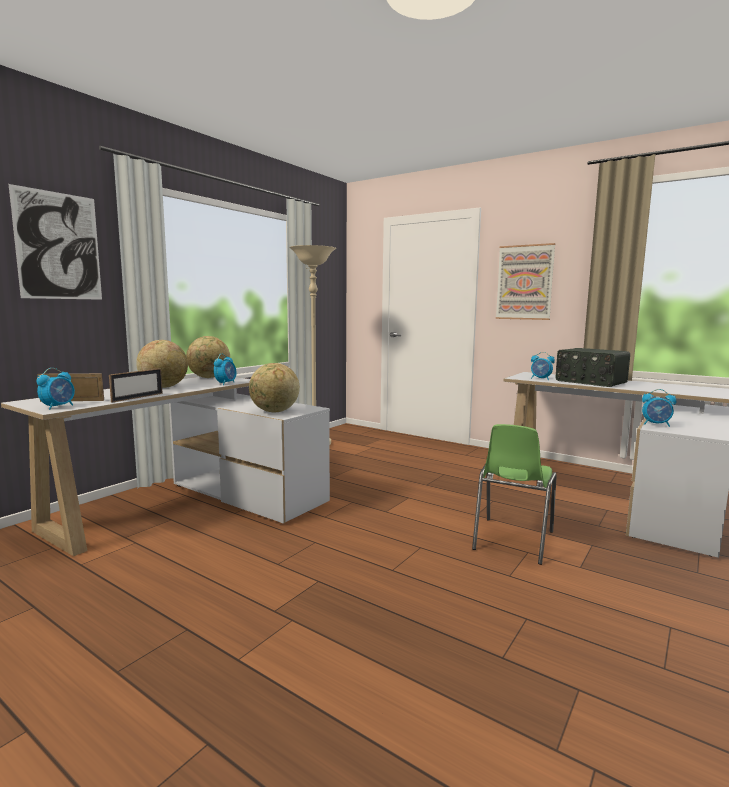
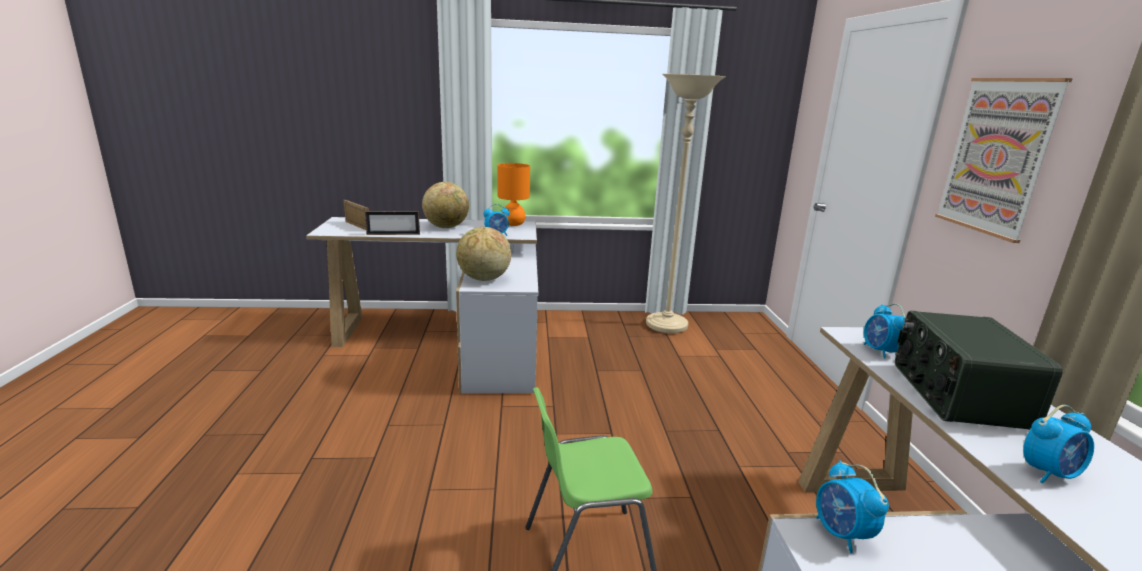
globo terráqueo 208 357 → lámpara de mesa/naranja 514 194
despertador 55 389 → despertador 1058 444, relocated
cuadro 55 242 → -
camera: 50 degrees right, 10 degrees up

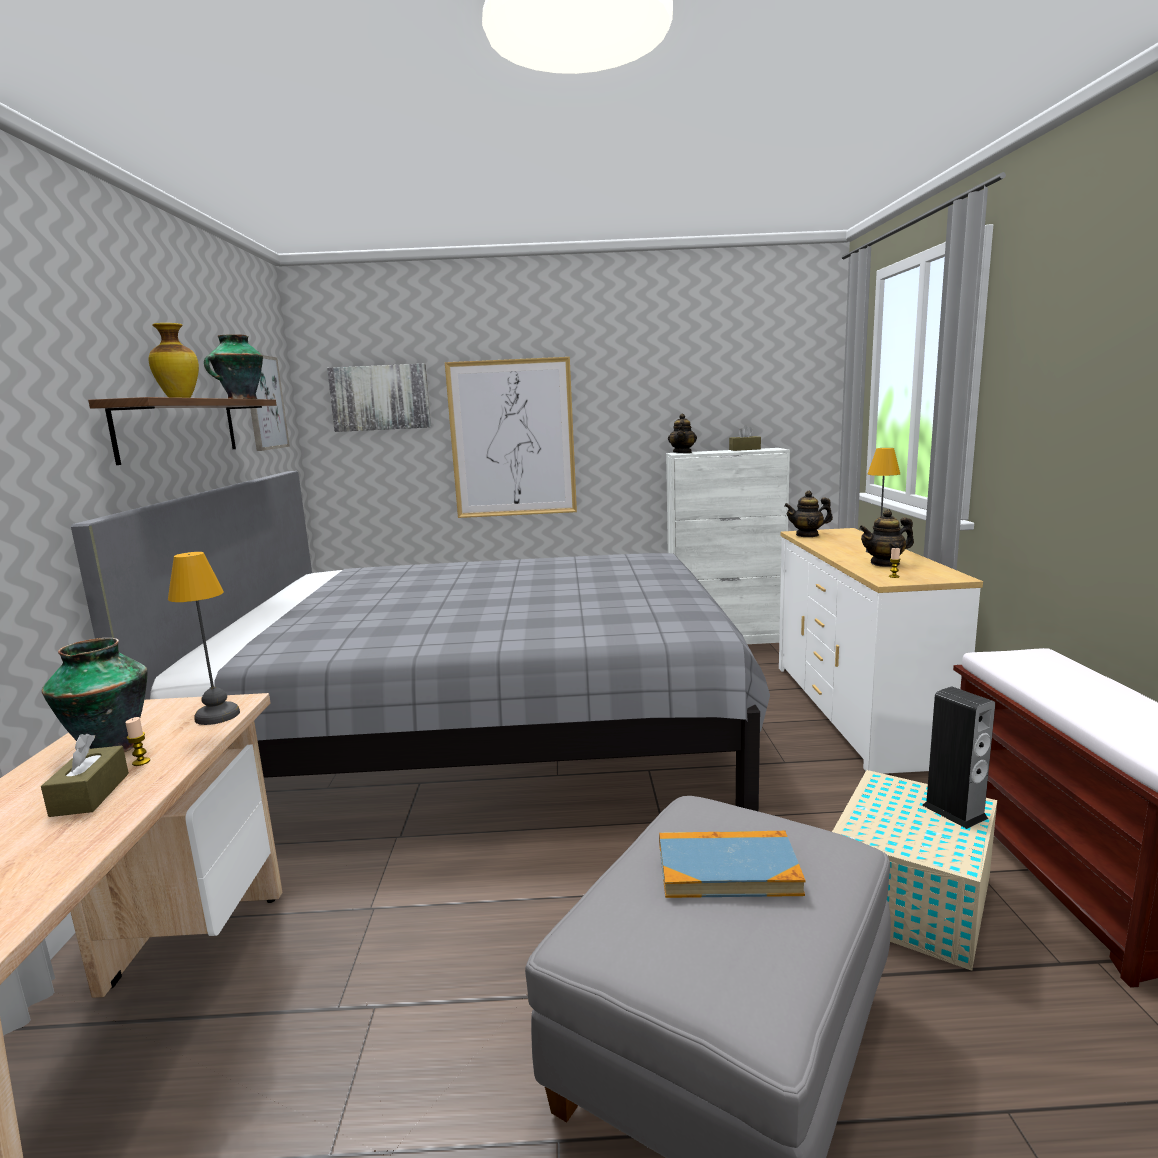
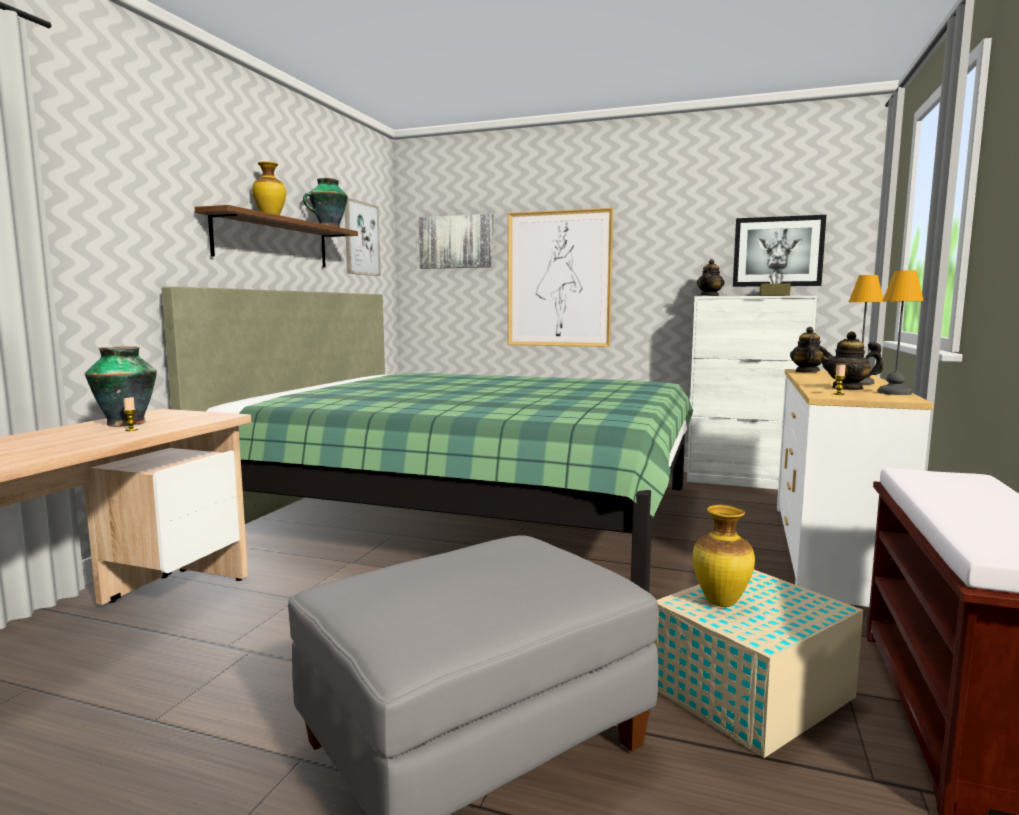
cama/gris 420 641 → cama/verde 427 439
- → florero 724 556
- → cuadro 779 251
tetera 808 514 → tetera 806 349, 90 degrees clockwise
lámpara de mesa 204 638 → lámpara de mesa 900 332, relocated
caja de pañuelos/marrón 85 775 → -
libro 732 864 → -
altavoz 958 758 → -
camera: 20 degrees right, 5 degrees down

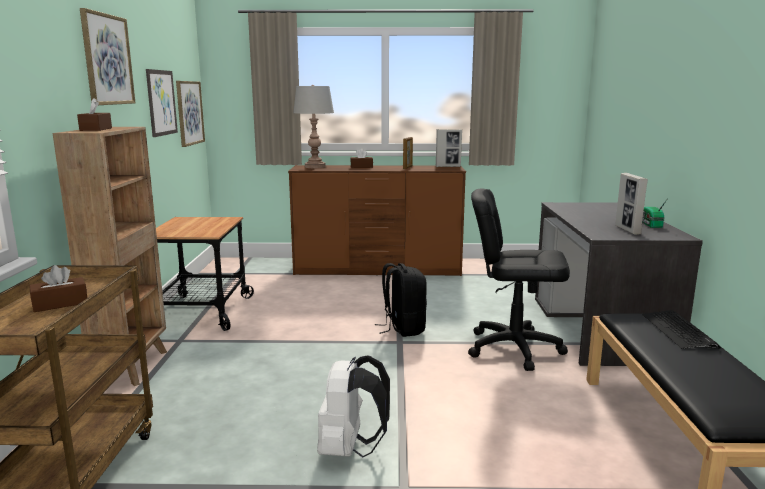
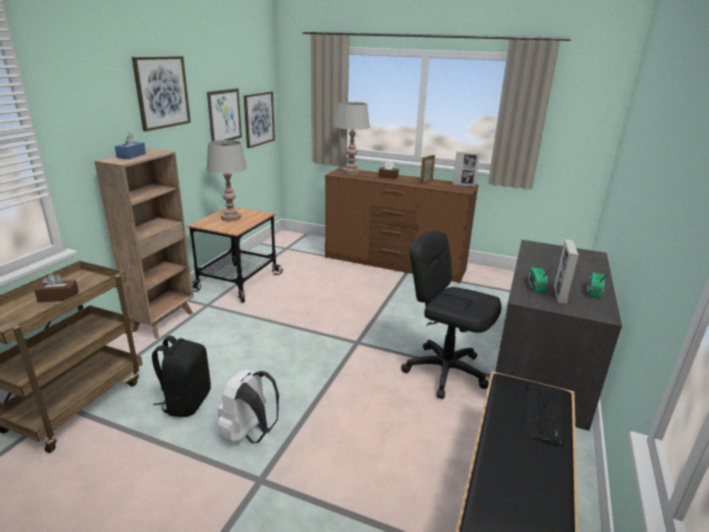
caja de pañuelos/marrón 94 114 → caja de pañuelos/azul 130 146
mochila/negro 401 300 → mochila/negro 181 376, relocated
- → lámpara de mesa/gris 226 180
- → radio 539 280
camera: 20 degrees right, 10 degrees up

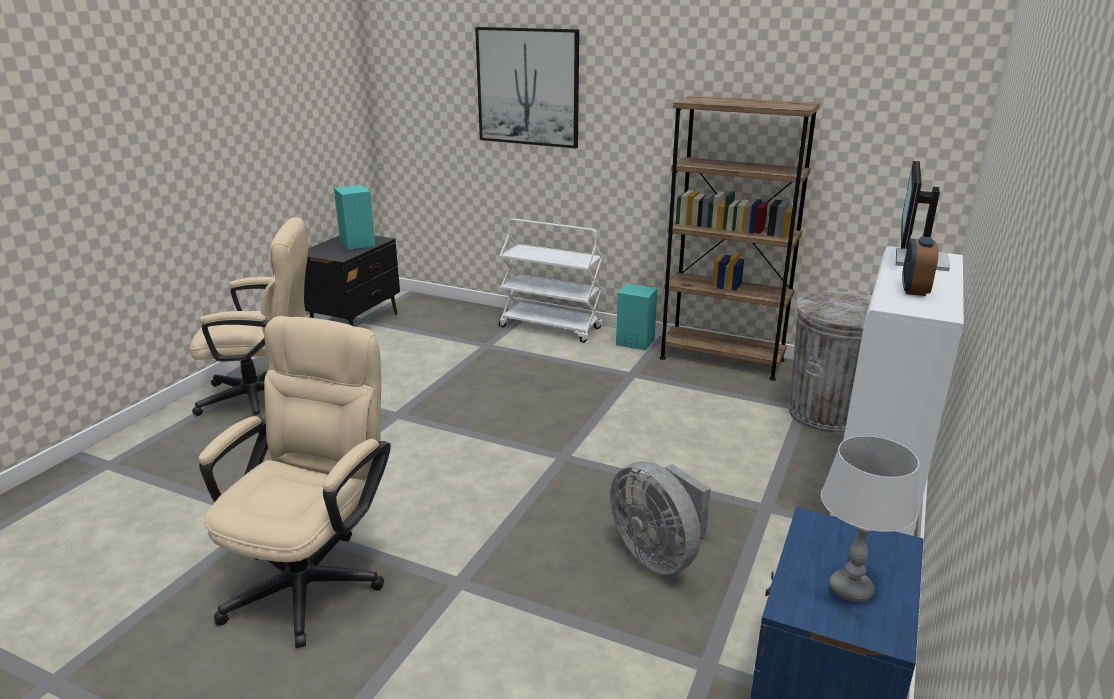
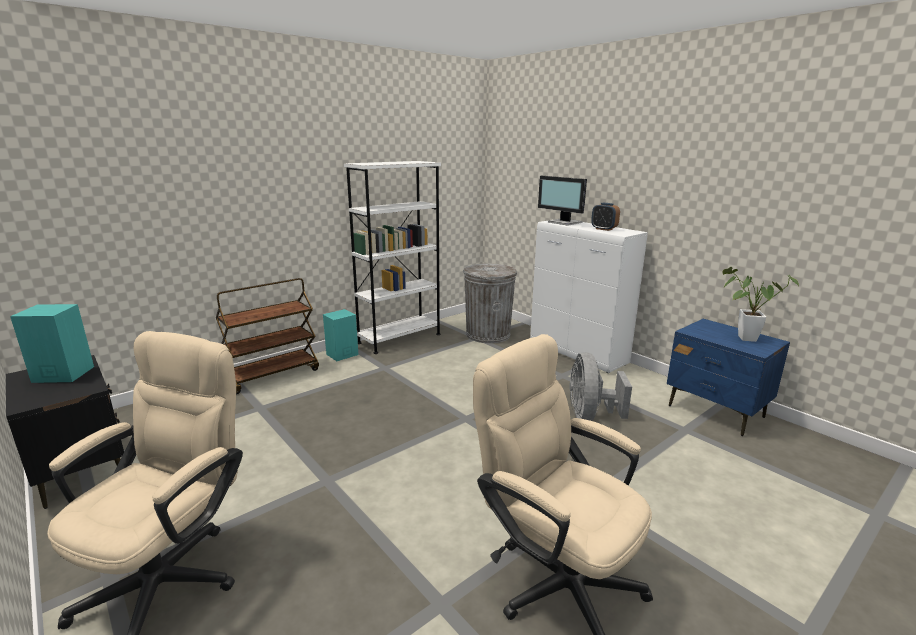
carrito/blanco 551 280 → carrito/marrón 267 336
estantería/marrón 739 238 → estantería/blanco 392 257
ventilador/gris 660 517 → ventilador/gris 600 386, 105 degrees clockwise
lámpara de mesa/gris 870 519 → planta en maceta 760 304
cuadro 527 87 → -
camera: 65 degrees left, 5 degrees down

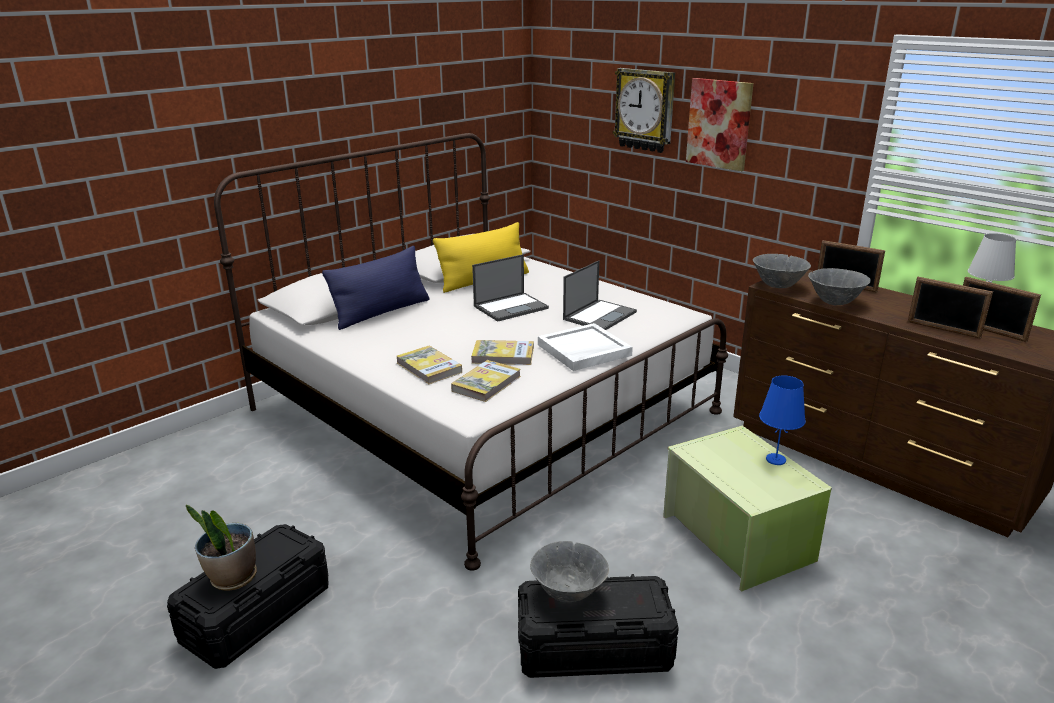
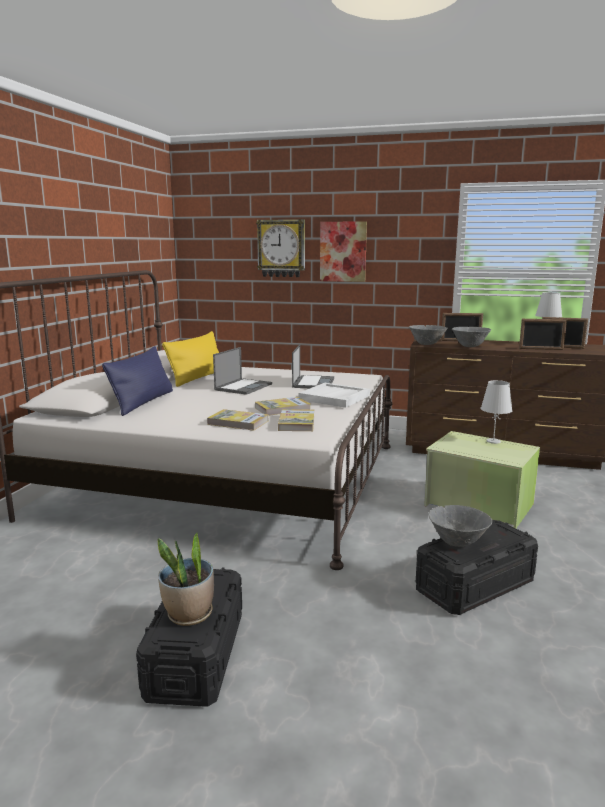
lámpara de mesa/azul 782 420 → lámpara de mesa/blanco 497 412
camera: 30 degrees left, 10 degrees down

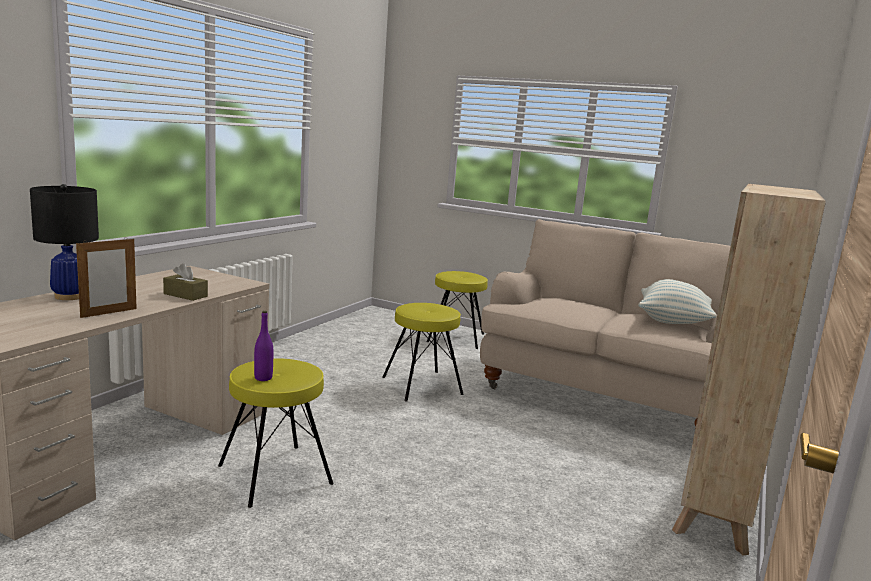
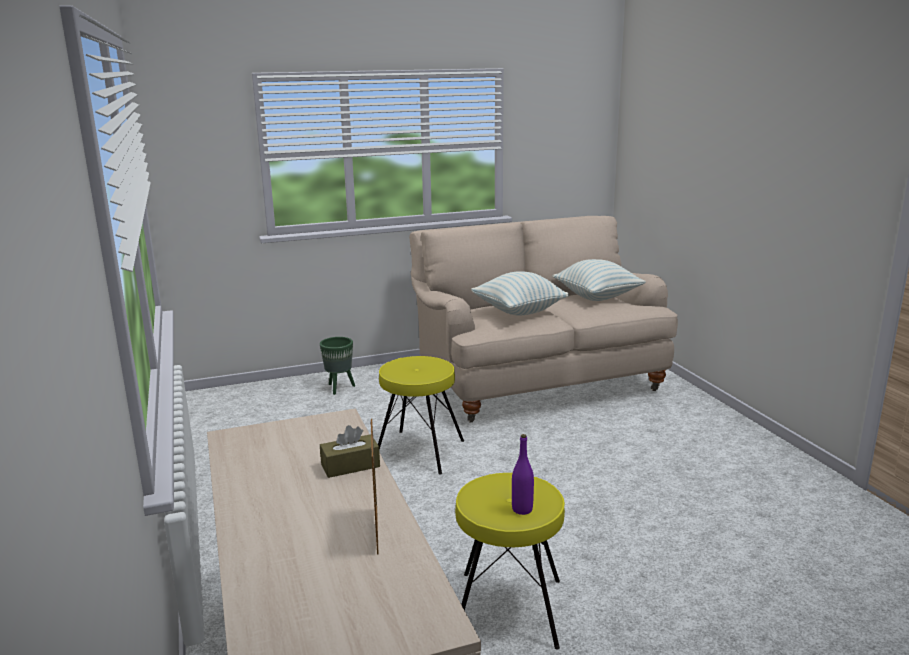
taburete/amarillo 457 310 → maceta/verde 337 366
- → cojín 520 293
lámpara de mesa/negro 64 242 → -
estantería/beis 749 370 → -
camera: 45 degrees left, 5 degrees up

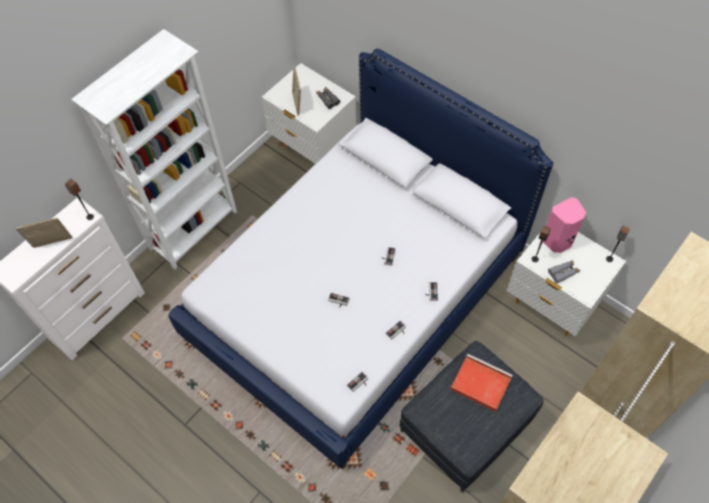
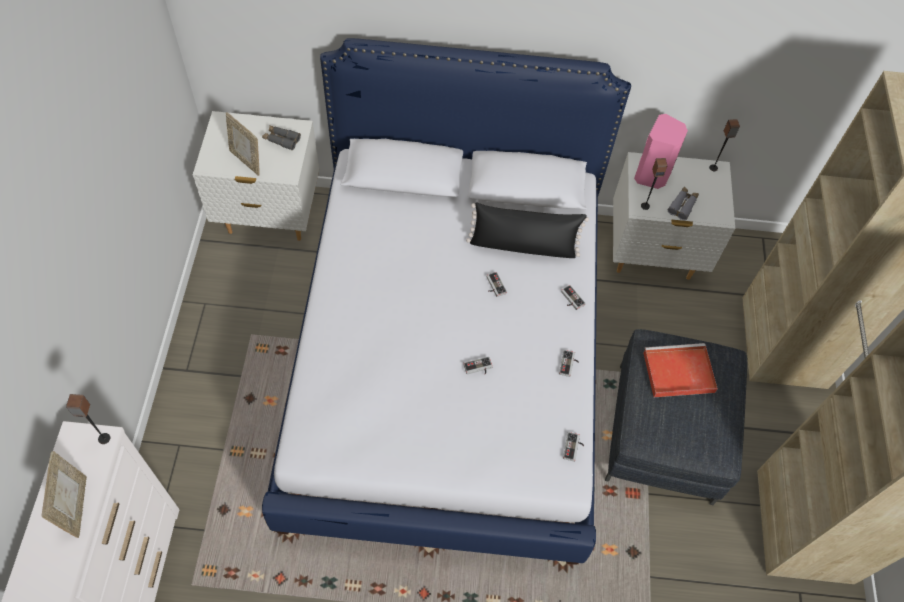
portarretratos 44 233 → portarretratos 64 494, 135 degrees clockwise
- → cojín/negro 527 230
estantería/blanco 154 149 → -
camera: 40 degrees left, 0 degrees up

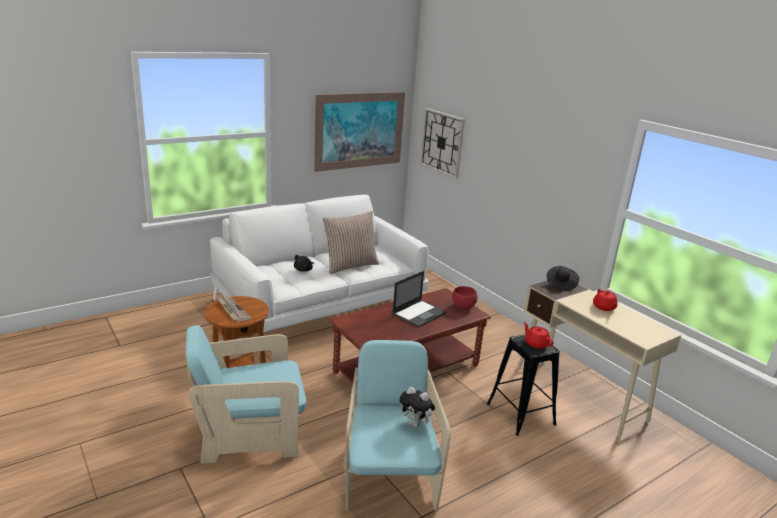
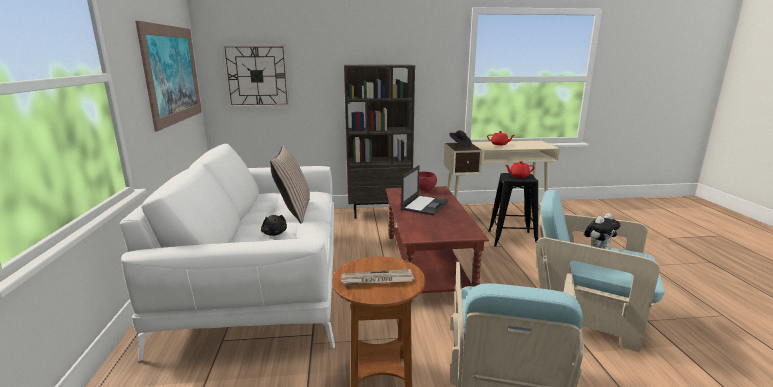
- → estantería/marrón 379 141
portátil 419 299 → portátil 424 190, 45 degrees clockwise
camera: 60 degrees left, 5 degrees down

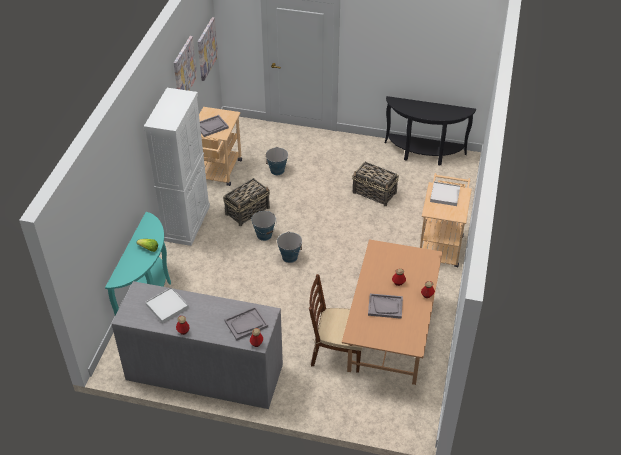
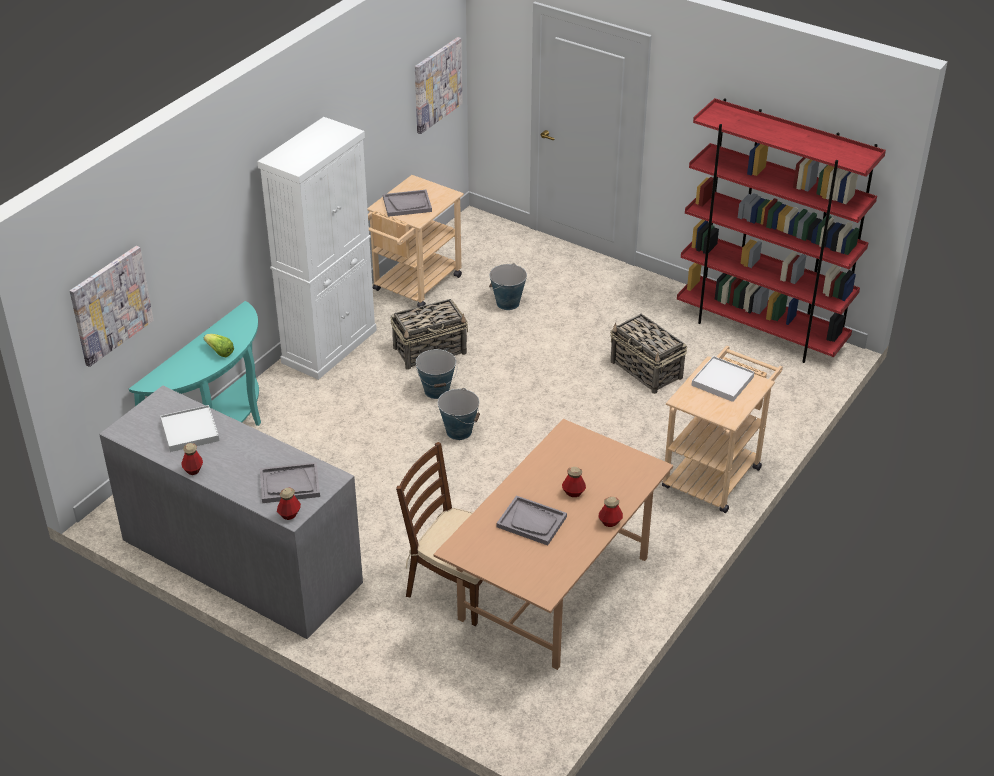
cuadro 185 63 → cuadro 112 306, relocated
mesa consola/negro 430 130 → estantería/rojo 781 230
camera: 20 degrees right, 5 degrees down

